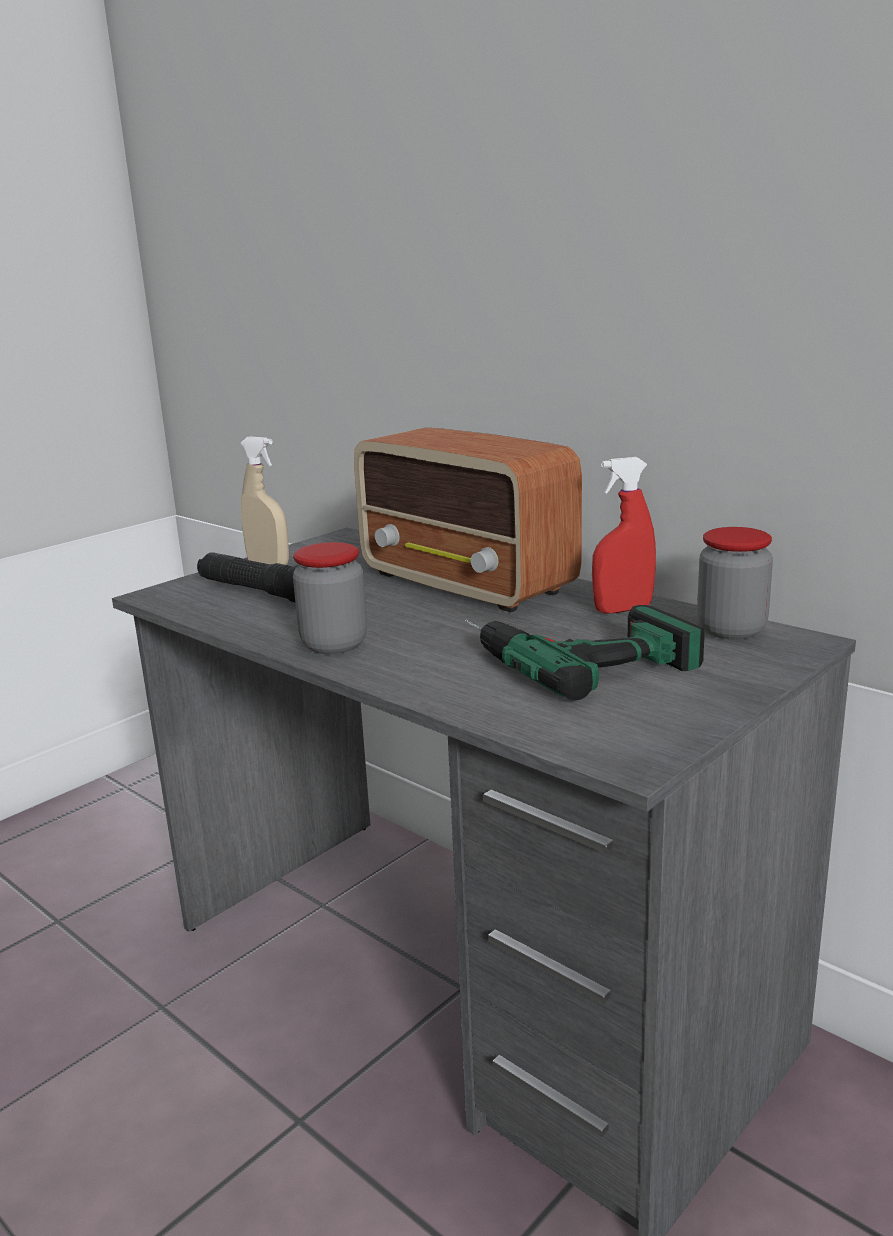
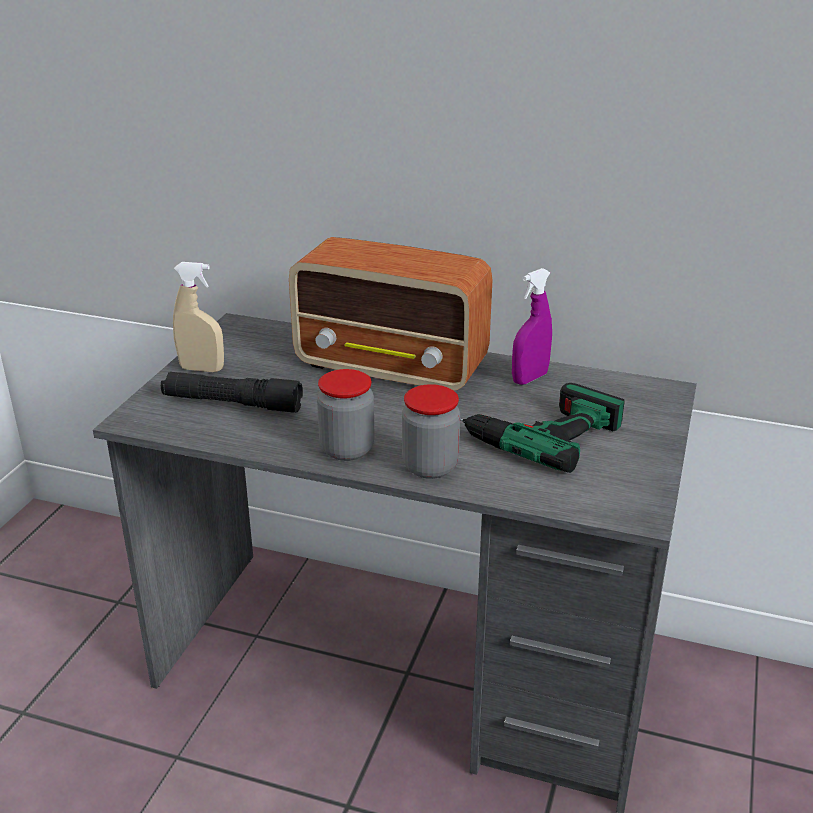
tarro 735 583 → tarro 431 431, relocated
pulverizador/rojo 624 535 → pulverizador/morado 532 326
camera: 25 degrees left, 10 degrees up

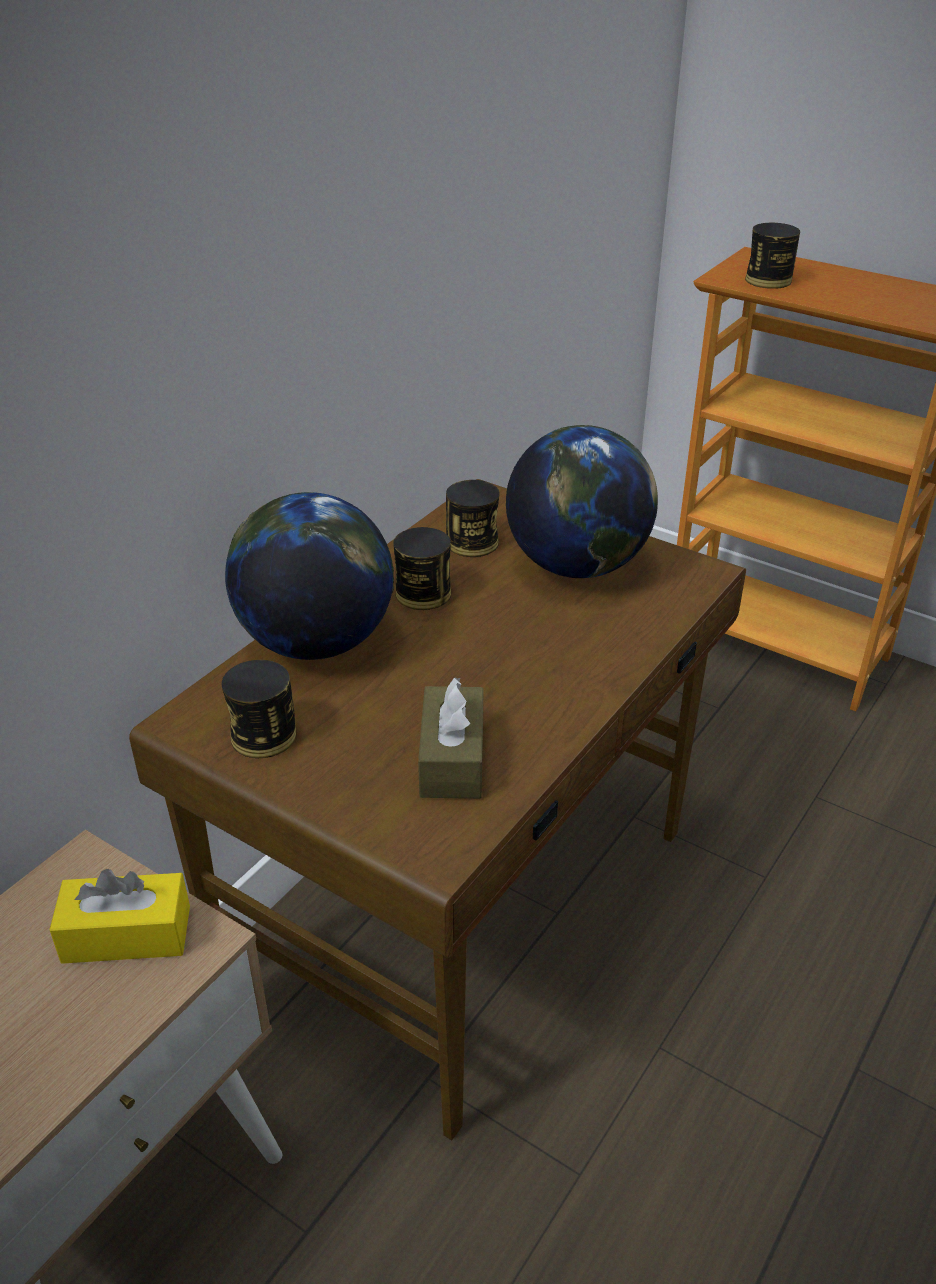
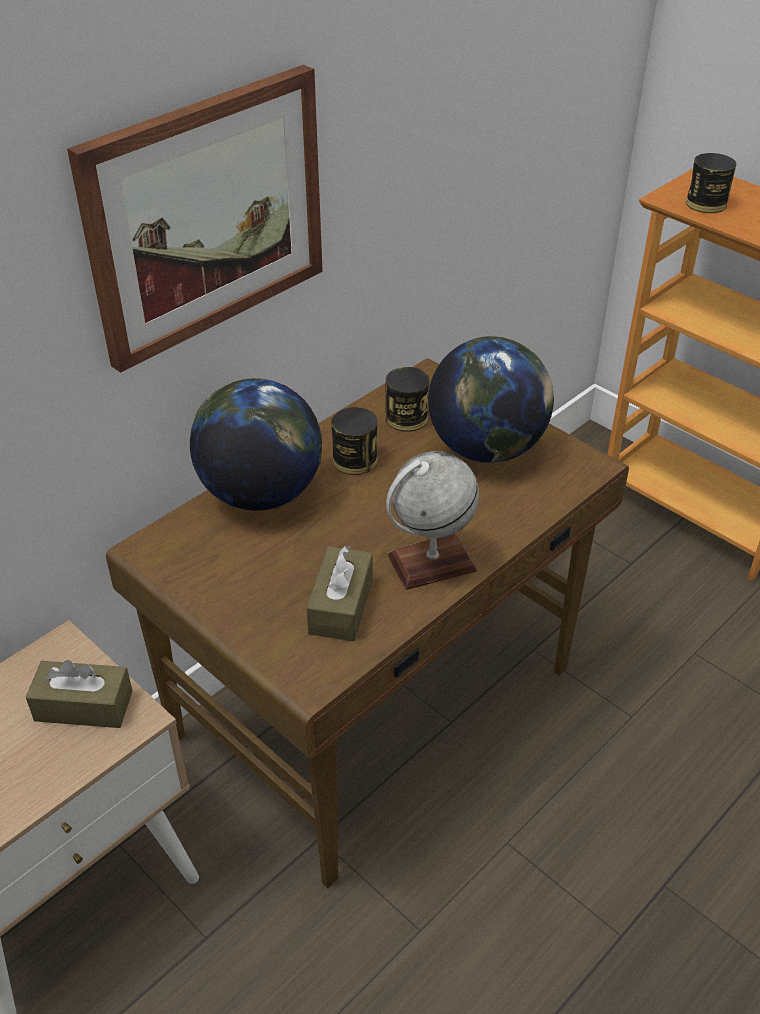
caja de pañuelos/amarillo 119 916 → caja de pañuelos/marrón 79 694
- → cuadro 195 219
- → globo terráqueo 432 520
lata 258 709 → -
camera: 10 degrees right, 5 degrees up

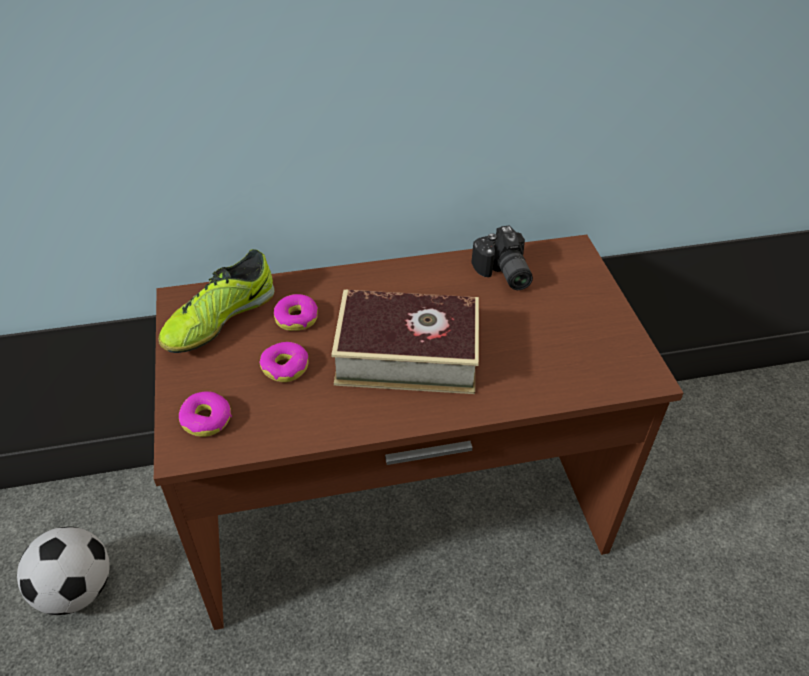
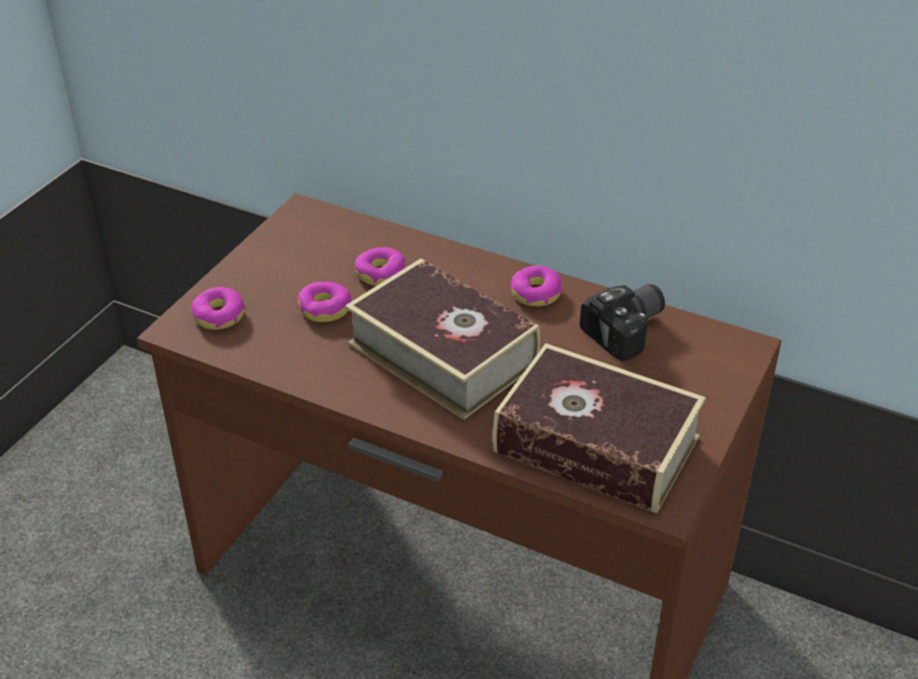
- → libro 599 428
- → rosquilla 536 286
cámara 502 258 → cámara 622 323, 150 degrees counterclockwise
balón de fútbol 63 571 → -
zapato 216 301 → -
camera: 40 degrees right, 5 degrees down

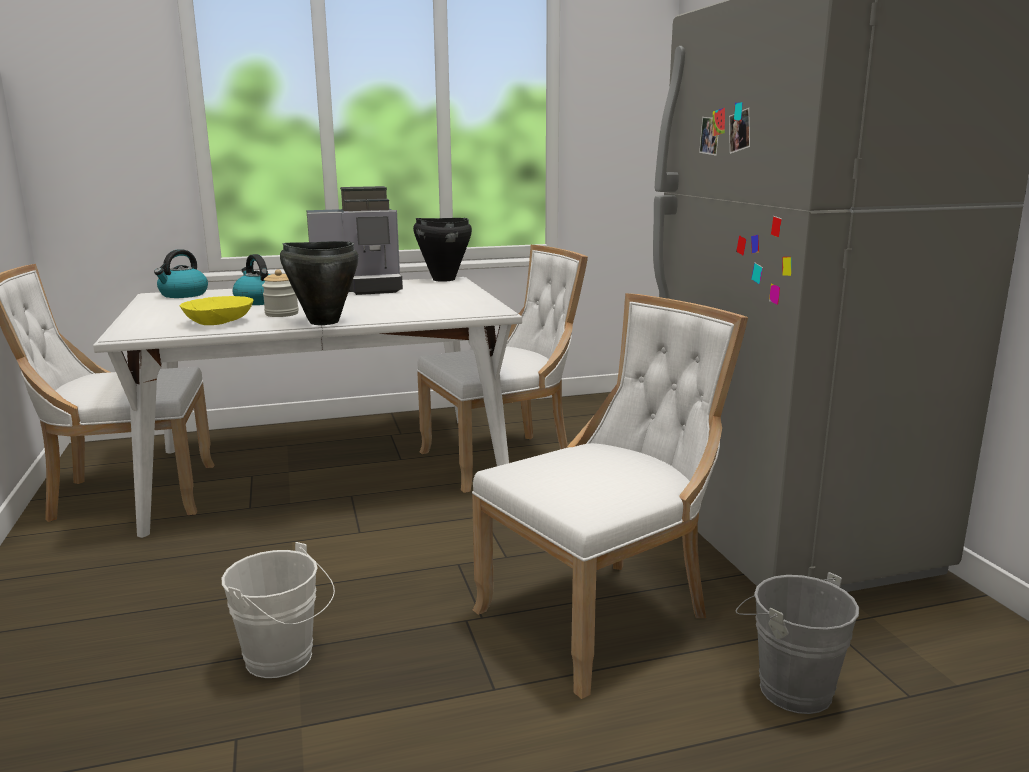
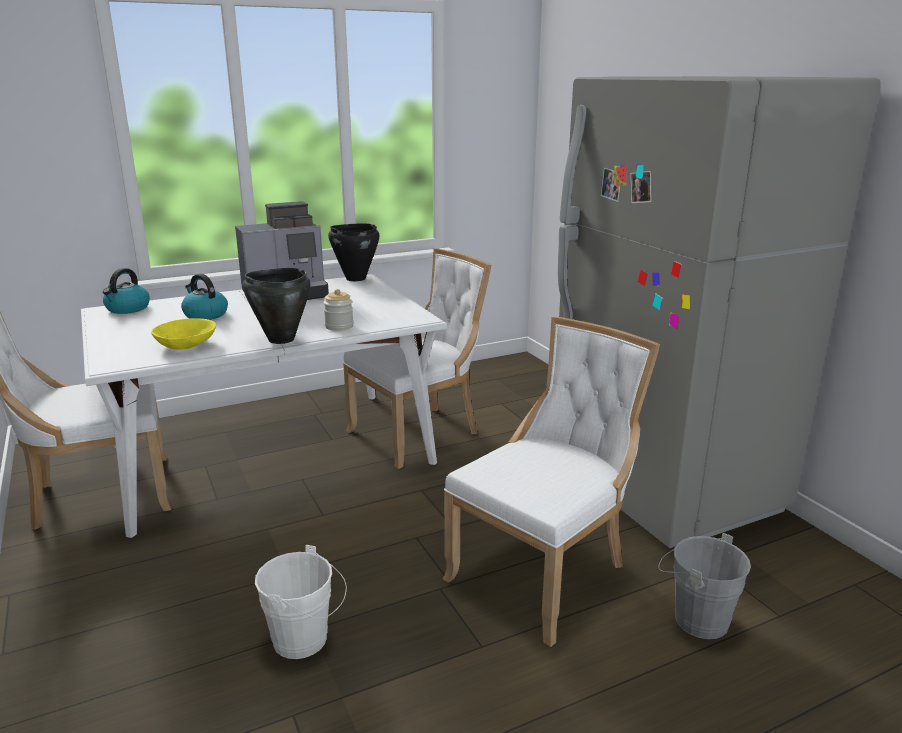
tarro 280 293 → tarro 338 310, relocated
camera: 10 degrees left, 5 degrees up

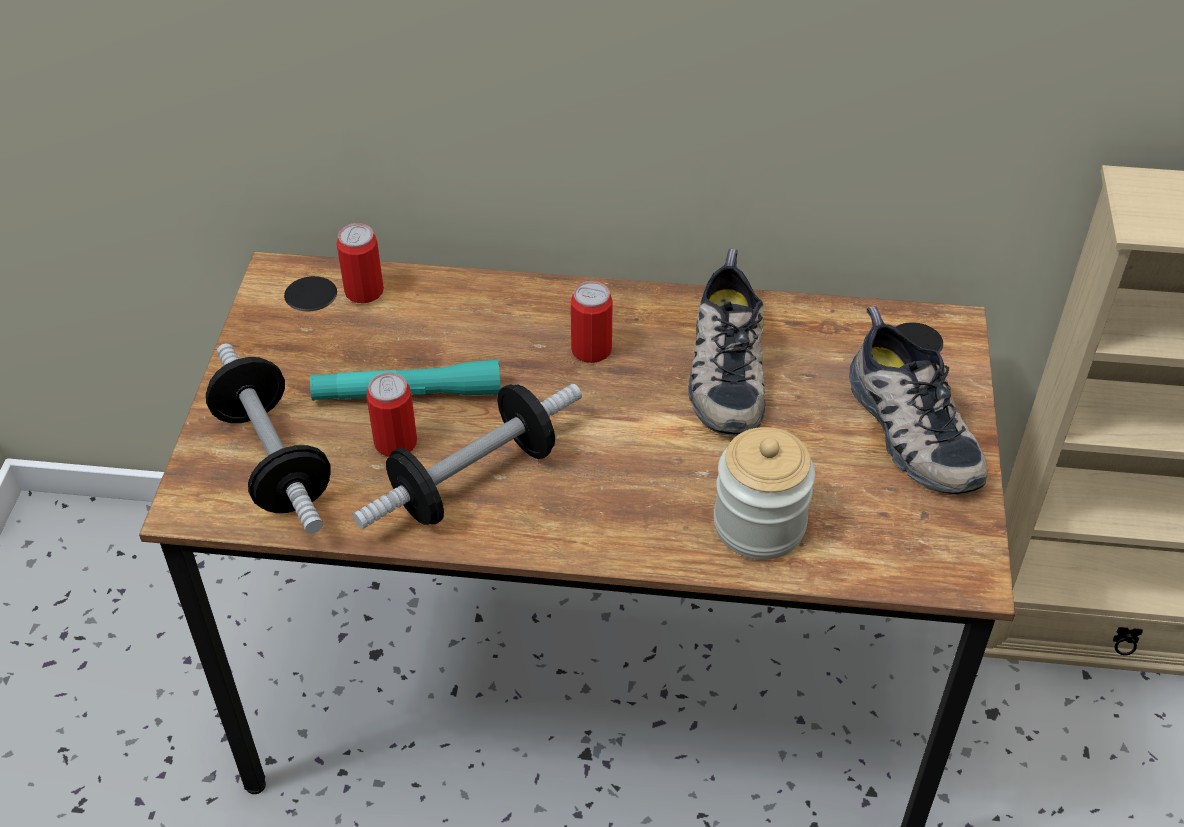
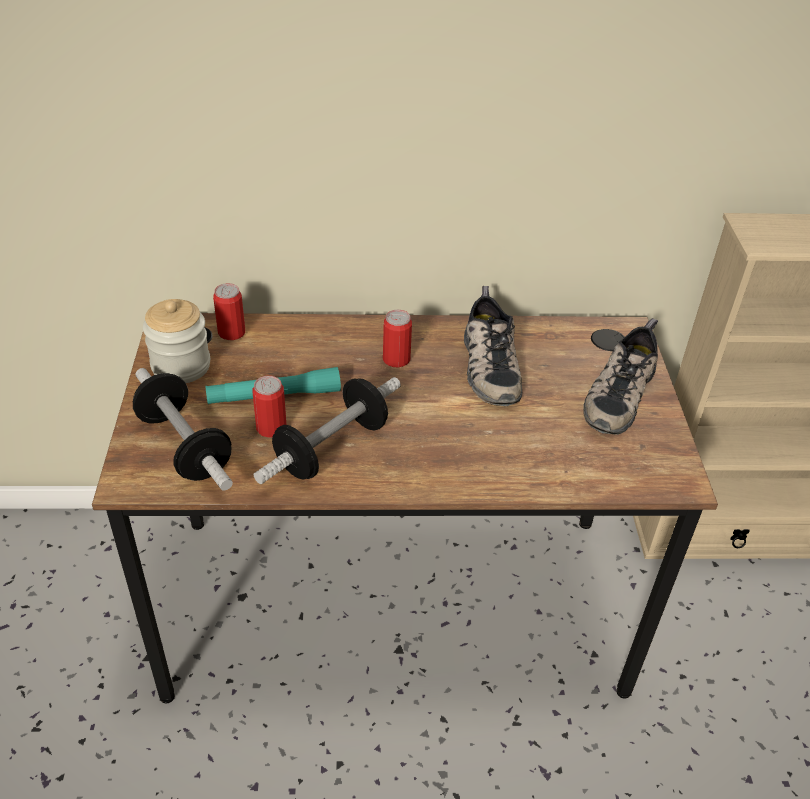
tarro 764 493 → tarro 176 341, relocated
zapato 918 400 → zapato 620 376, 60 degrees clockwise
camera: 10 degrees left, 5 degrees down

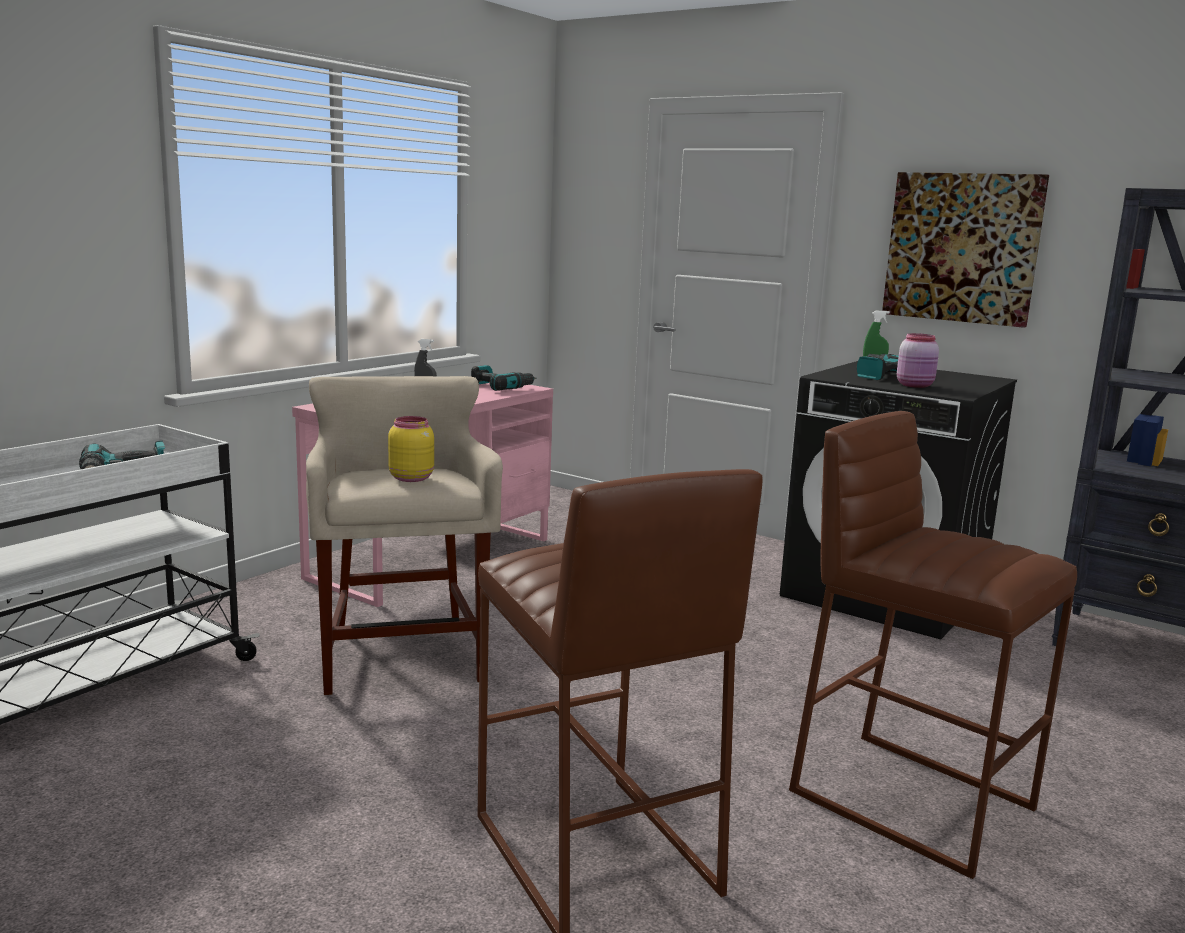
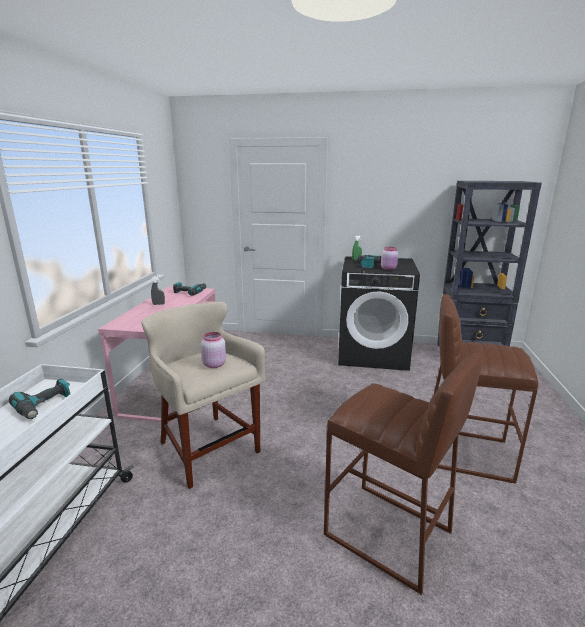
tarro/amarillo 411 449 → tarro/rosa 213 350
cuadro 965 250 → -
camera: 25 degrees left, 5 degrees up

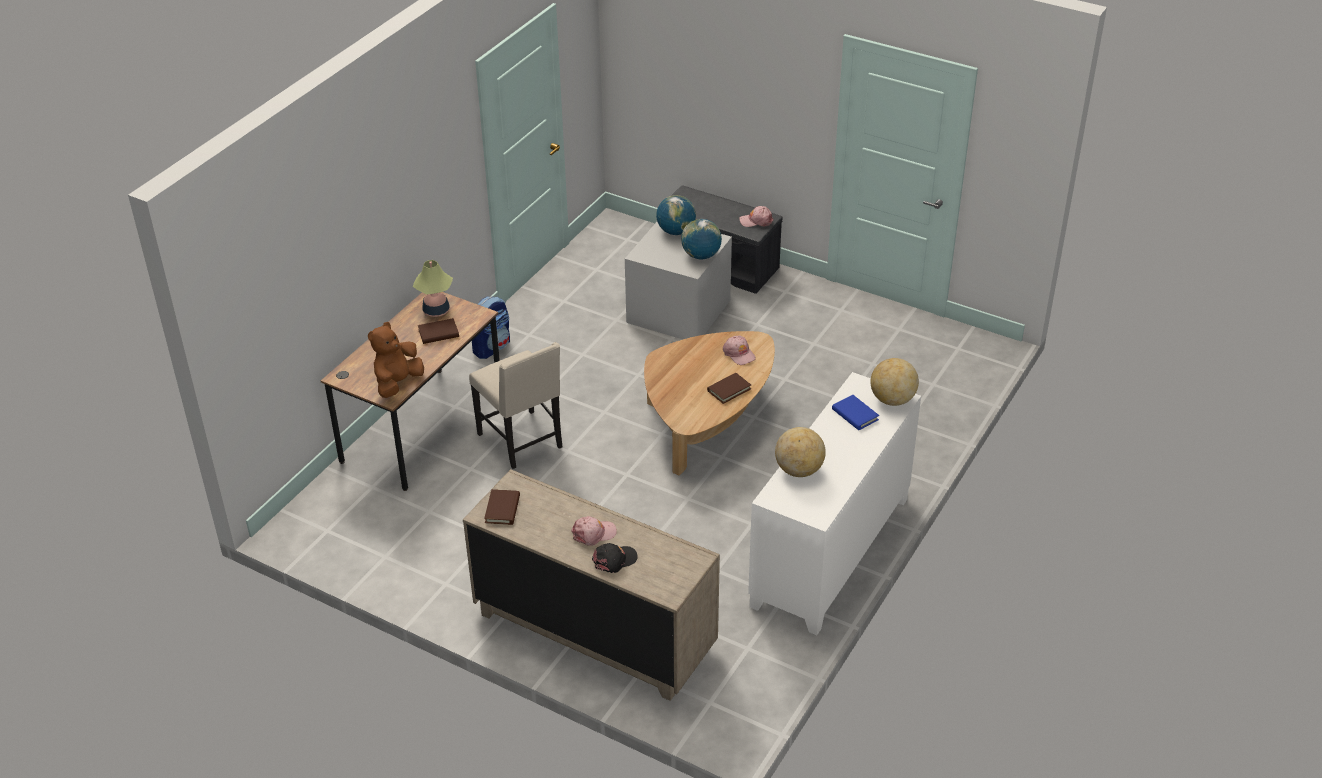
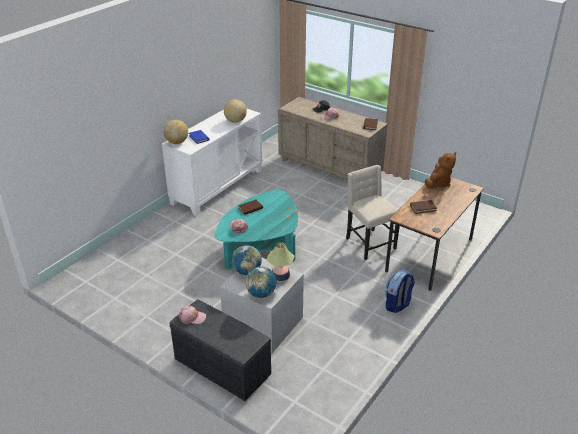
mesa de centro/marrón 709 403 → mesa de centro/turquesa 256 230
lámpara de mesa 433 288 → lámpara de mesa 280 262, relocated
camera: 175 degrees left, 5 degrees down

